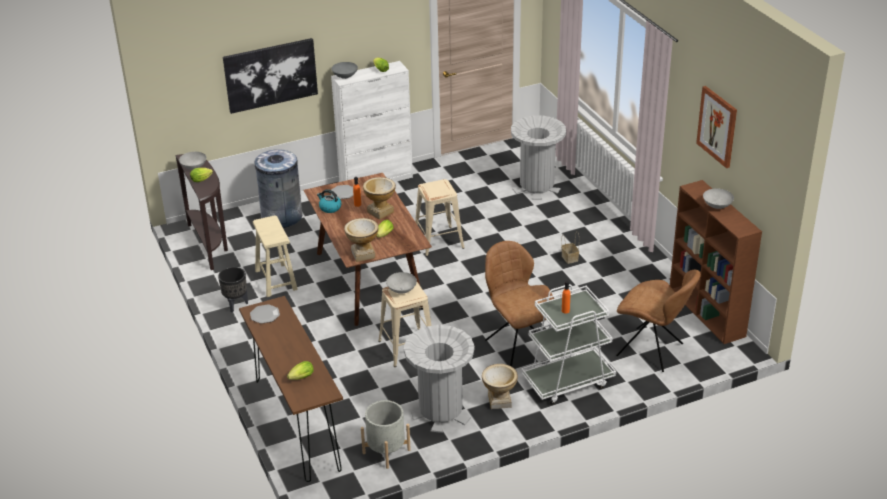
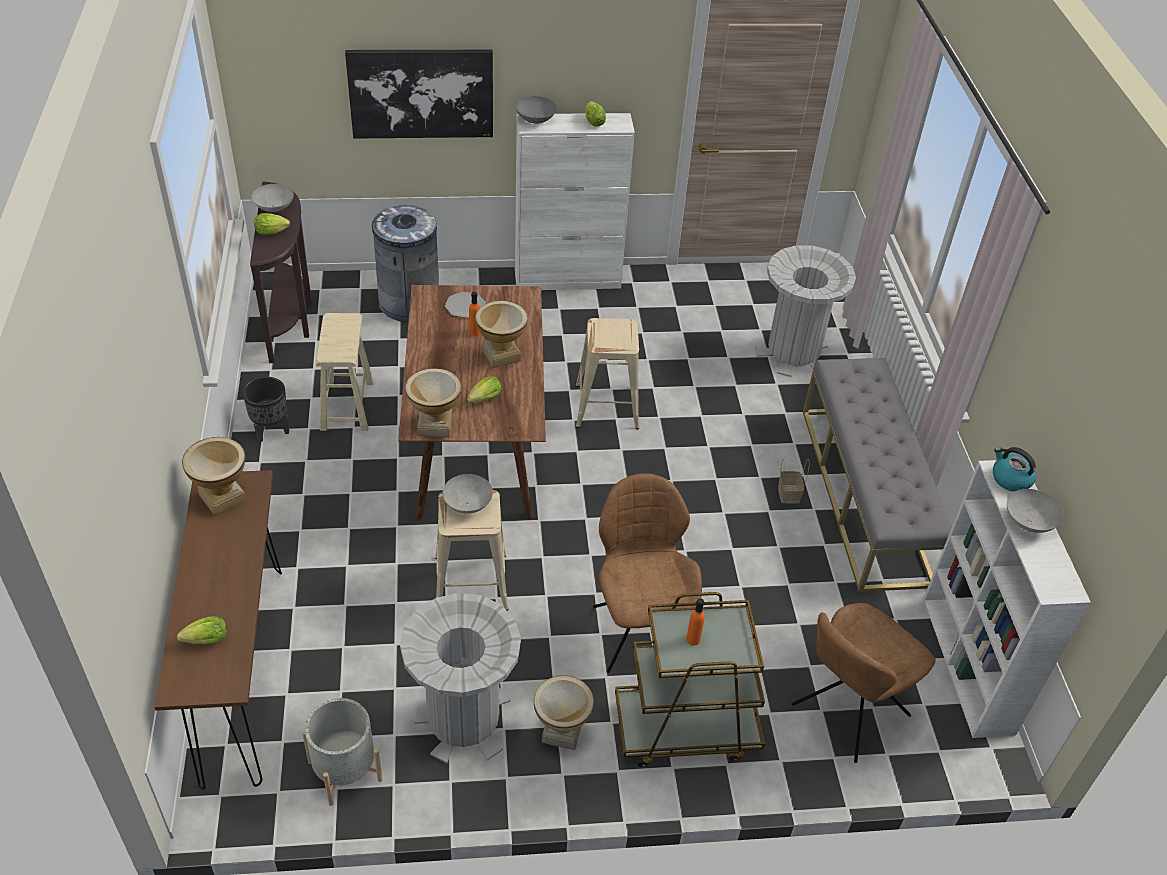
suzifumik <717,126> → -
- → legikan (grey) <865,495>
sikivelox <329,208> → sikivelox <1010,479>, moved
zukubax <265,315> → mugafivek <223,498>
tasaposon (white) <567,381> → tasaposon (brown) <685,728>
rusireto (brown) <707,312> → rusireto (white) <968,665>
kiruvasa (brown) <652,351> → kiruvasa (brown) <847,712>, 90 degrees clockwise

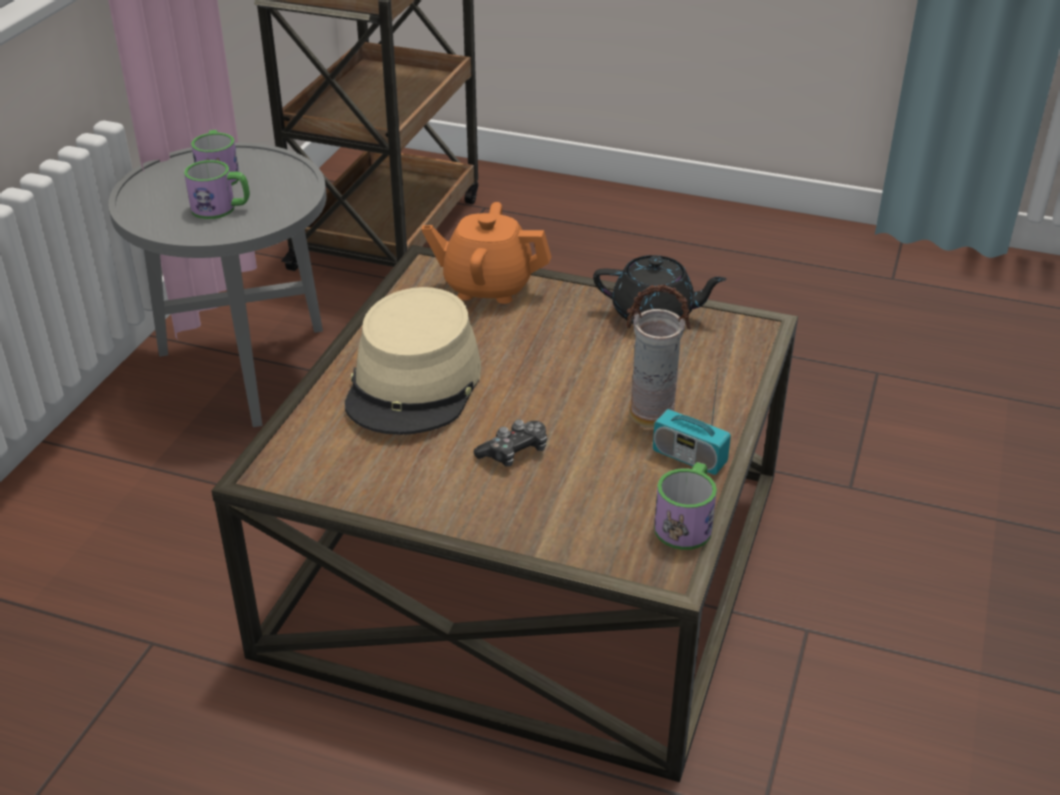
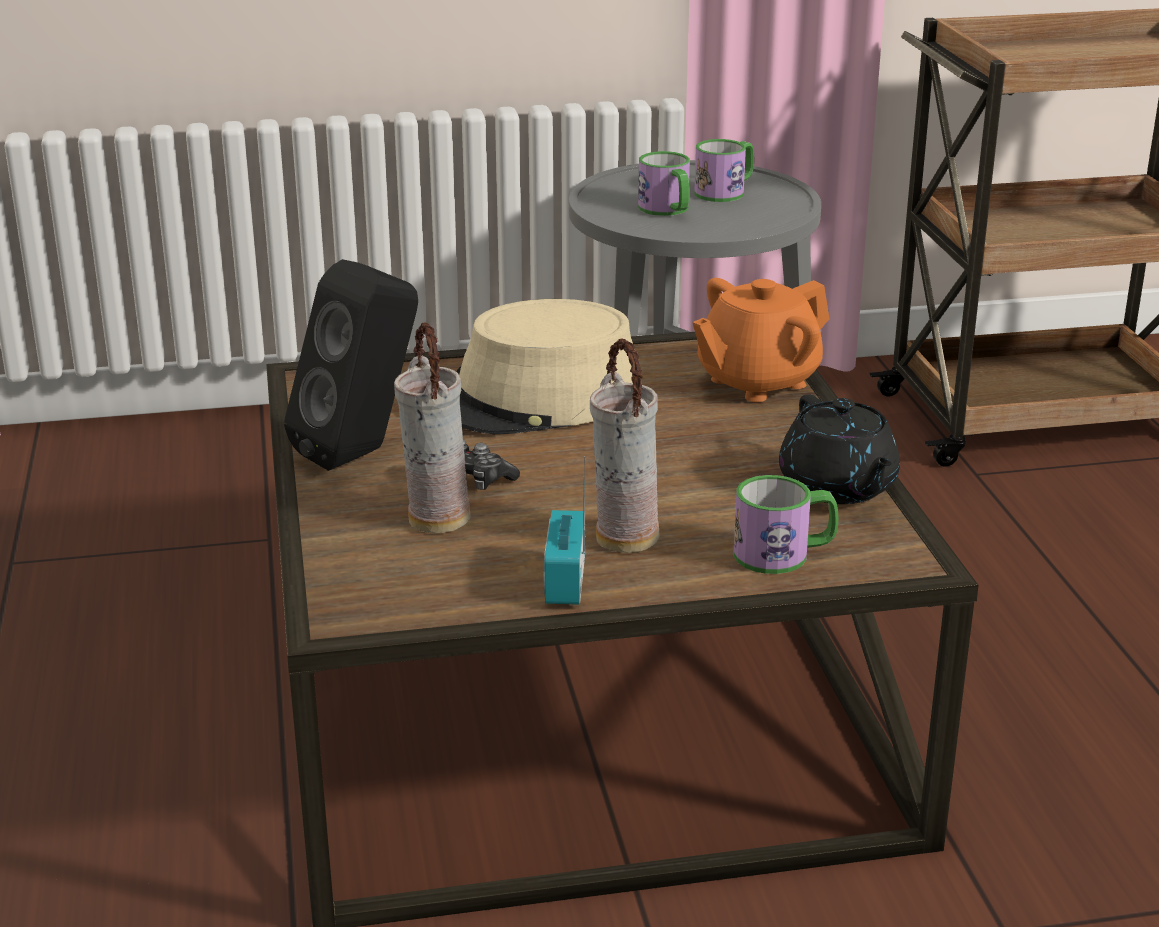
- → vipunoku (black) <363,453>
- → mugafivek <436,520>
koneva <686,522> → koneva <784,554>, moved
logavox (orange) <487,286> → logavox (orange) <757,382>, 105 degrees counterclockwise

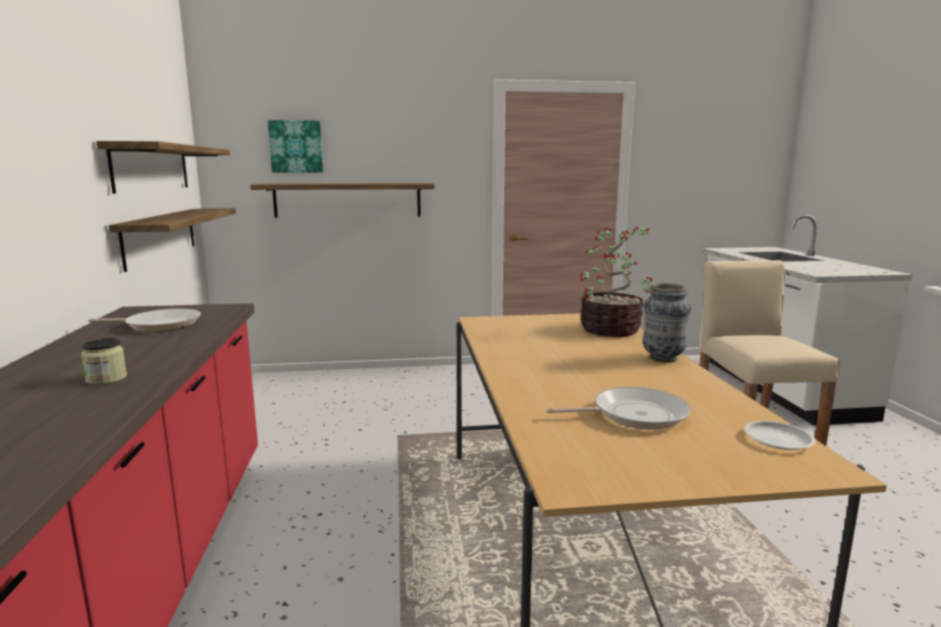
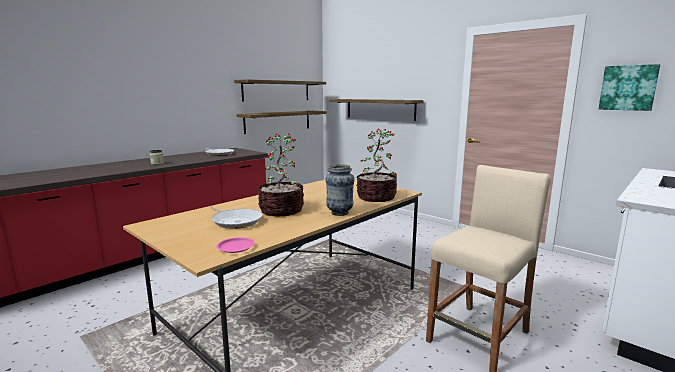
- → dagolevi <282,211>
suzifumik <296,146> → suzifumik <628,88>, moved
zukubax (white) <778,439> → zukubax (pink) <236,247>

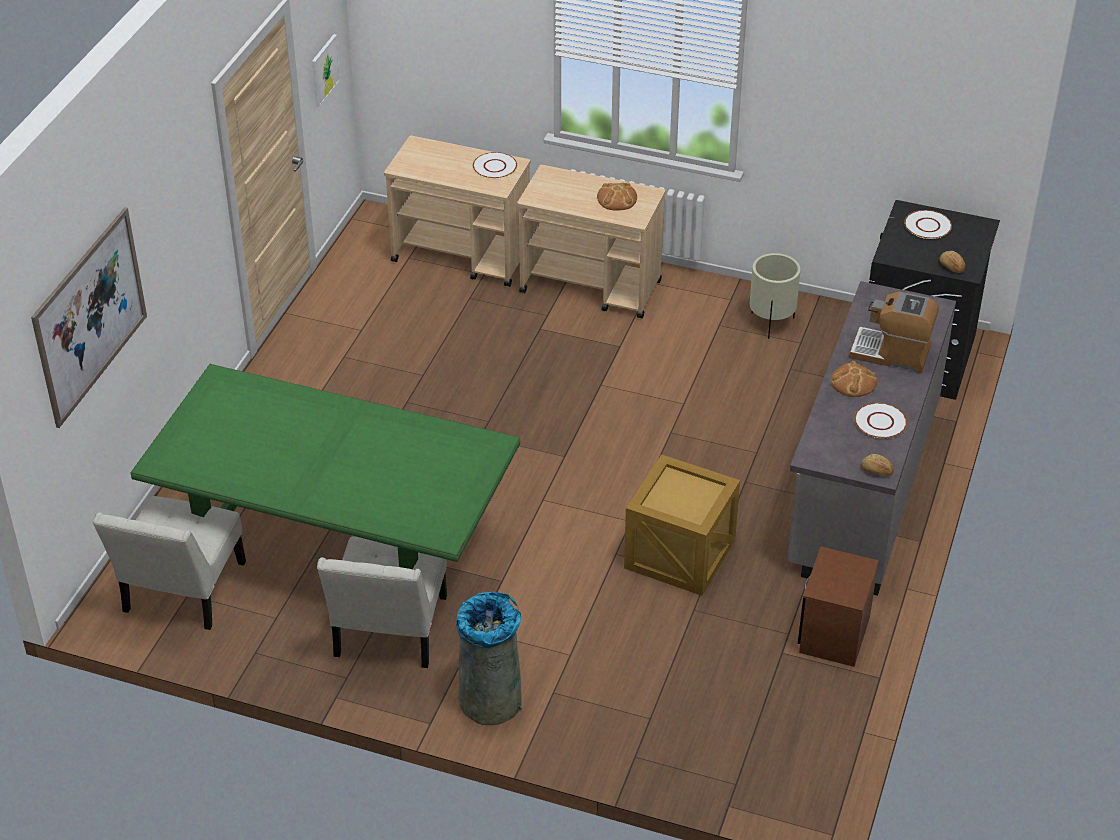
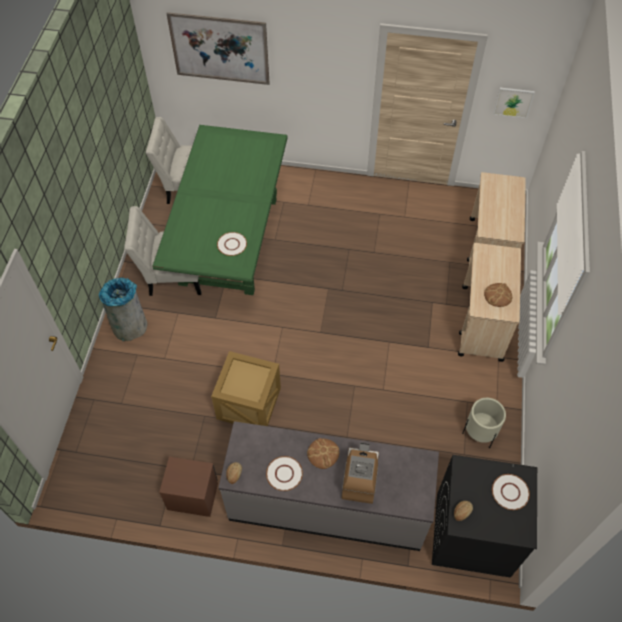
zukubax (white) <494,166> → zukubax (white) <232,244>, moved

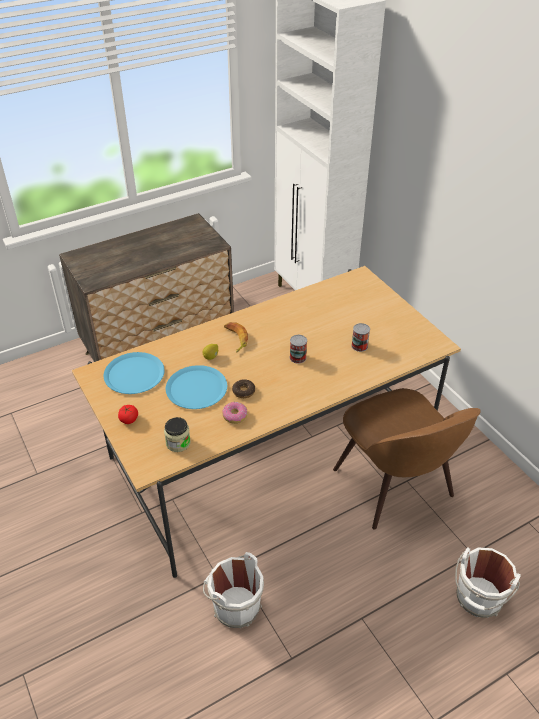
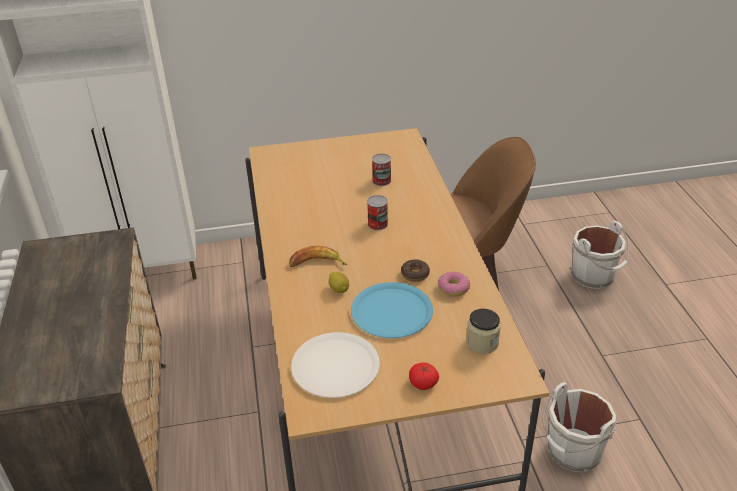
zukubax (blue) <134,374> → zukubax (white) <335,366>

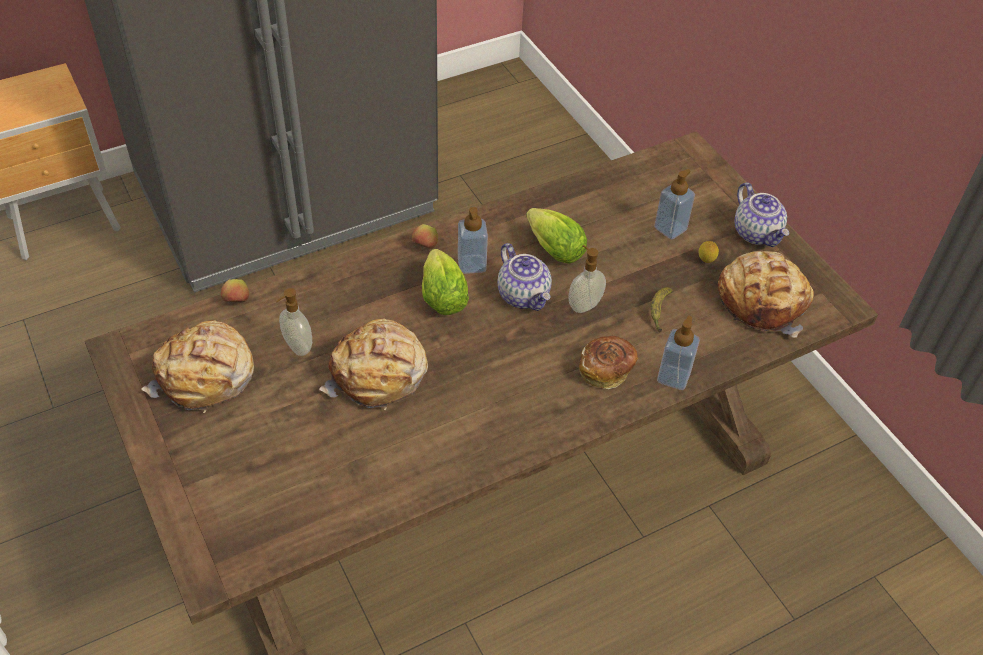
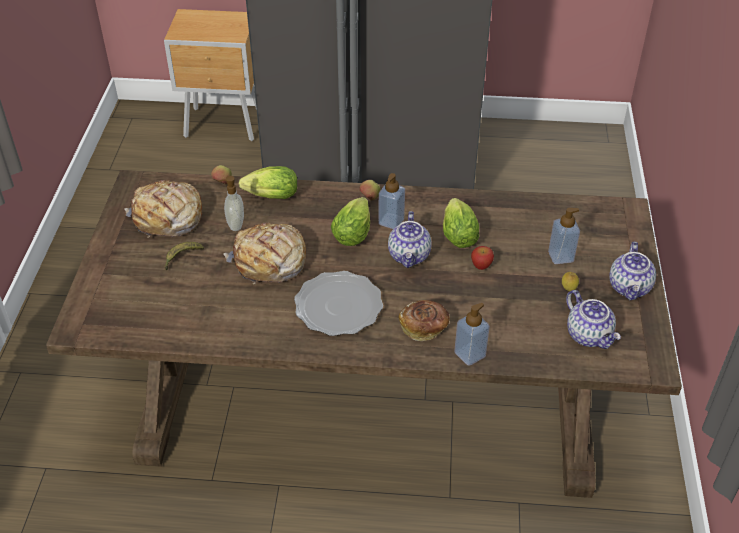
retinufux <584,305> → -
- → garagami <269,197>
- → zukubax <338,307>
- → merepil <481,265>
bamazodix <658,311> → bamazodix <182,257>, moved
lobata <762,301> → logavox <589,335>

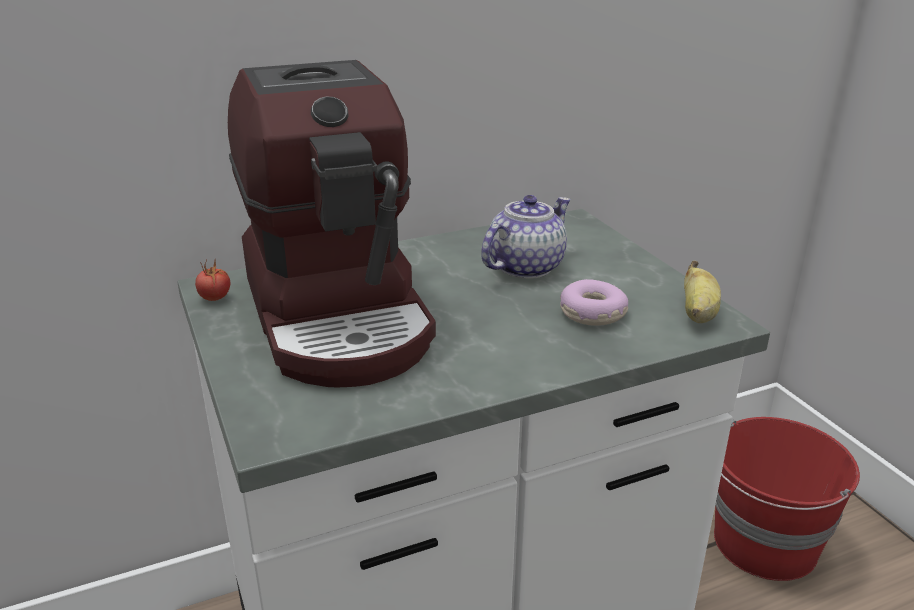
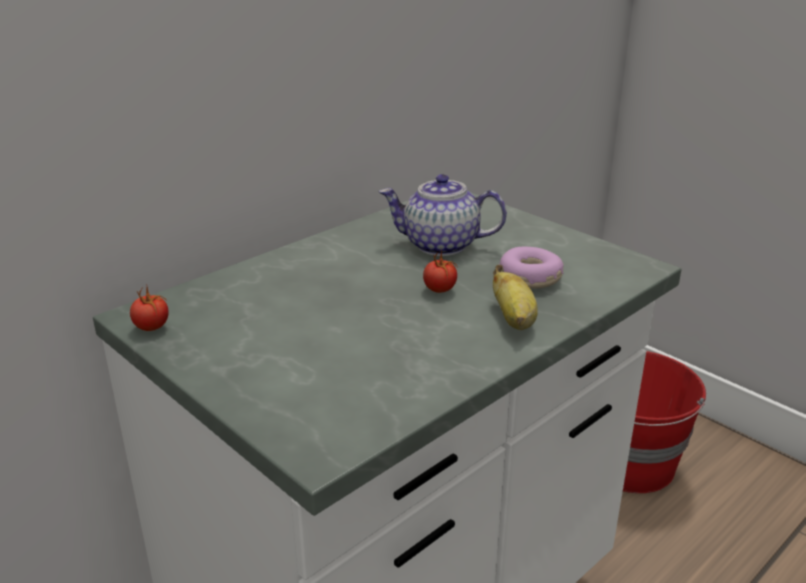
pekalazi <340,315> → -
- → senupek <440,290>
bamazodix <698,314> → bamazodix <514,319>, moved
logavox <525,266> → logavox <440,245>, 105 degrees counterclockwise

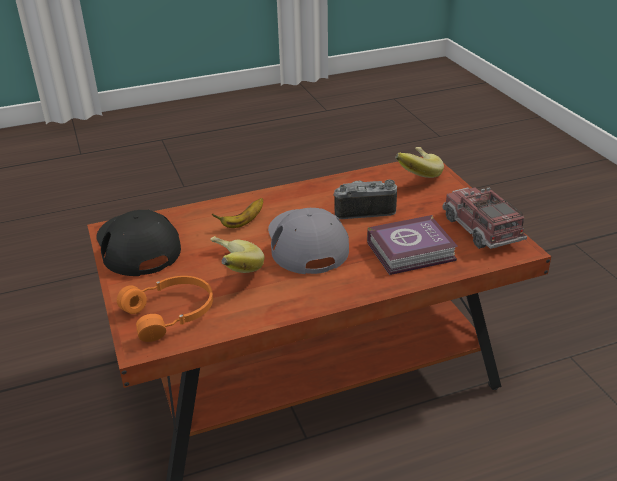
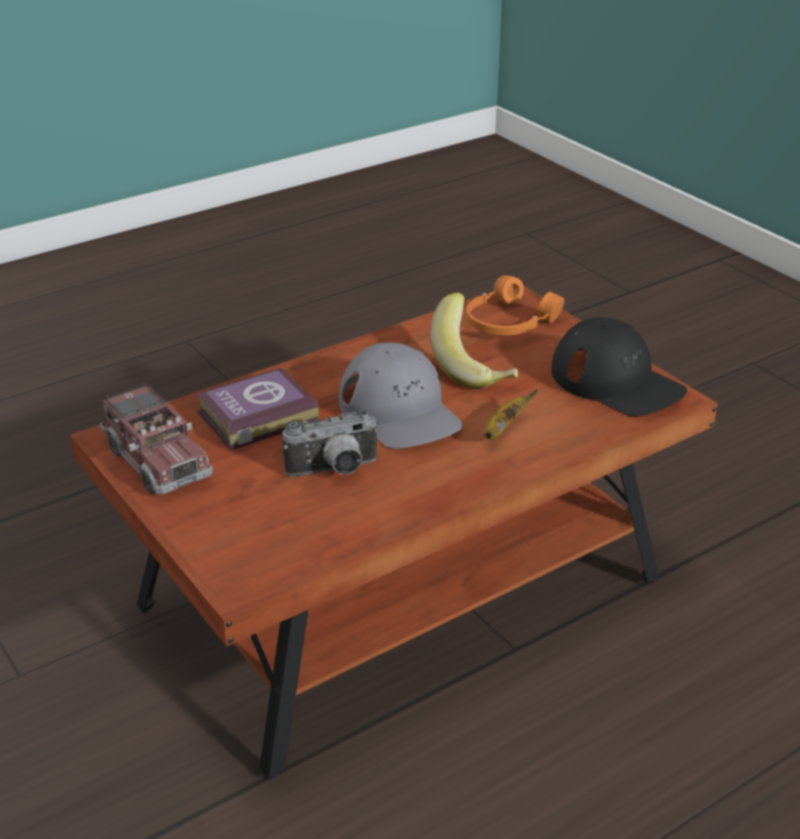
bamazodix <414,175> → -

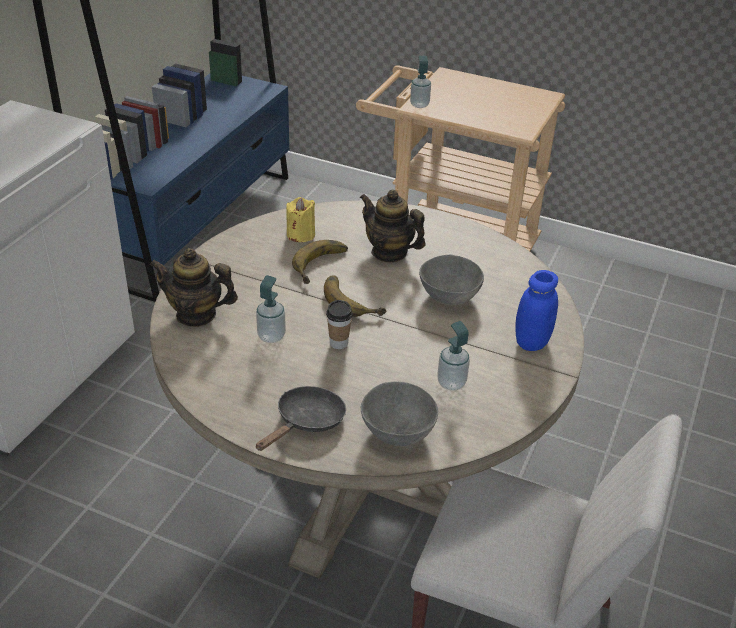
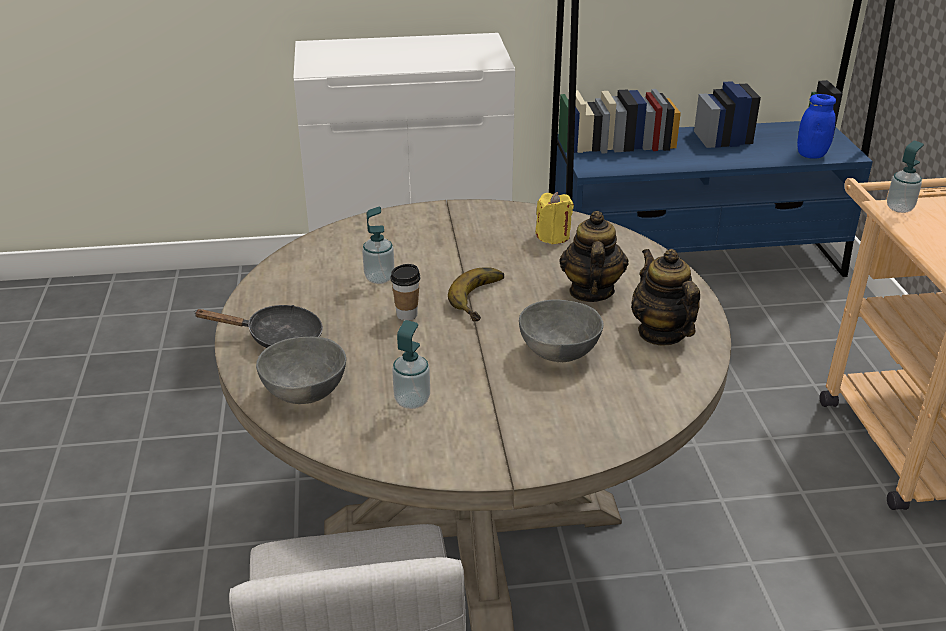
bamazodix <323,266> → -
logavox <196,314> → logavox <661,333>, moved
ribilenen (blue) <531,342> → ribilenen (blue) <811,154>, moved

